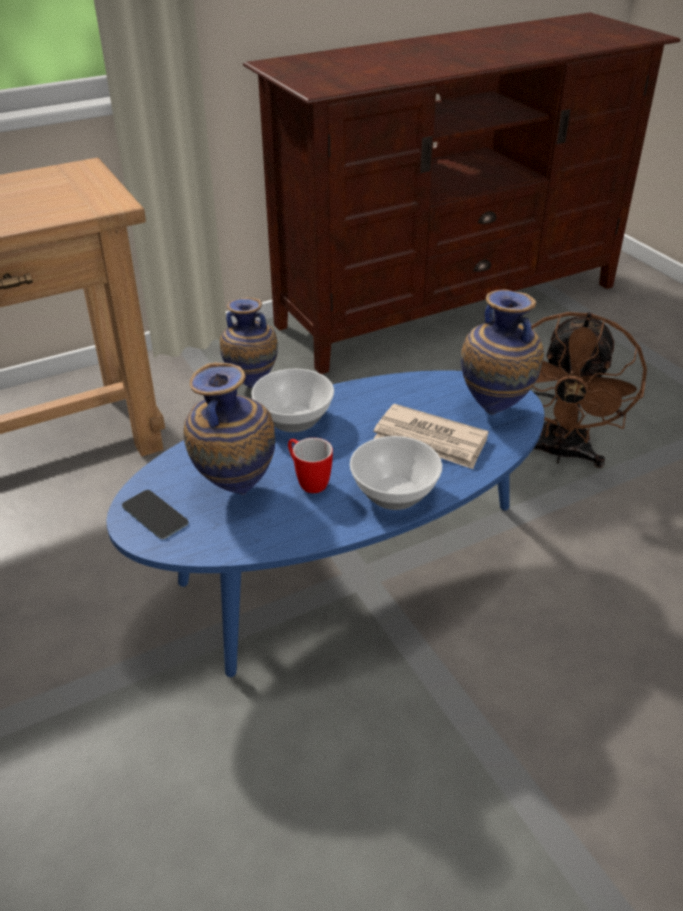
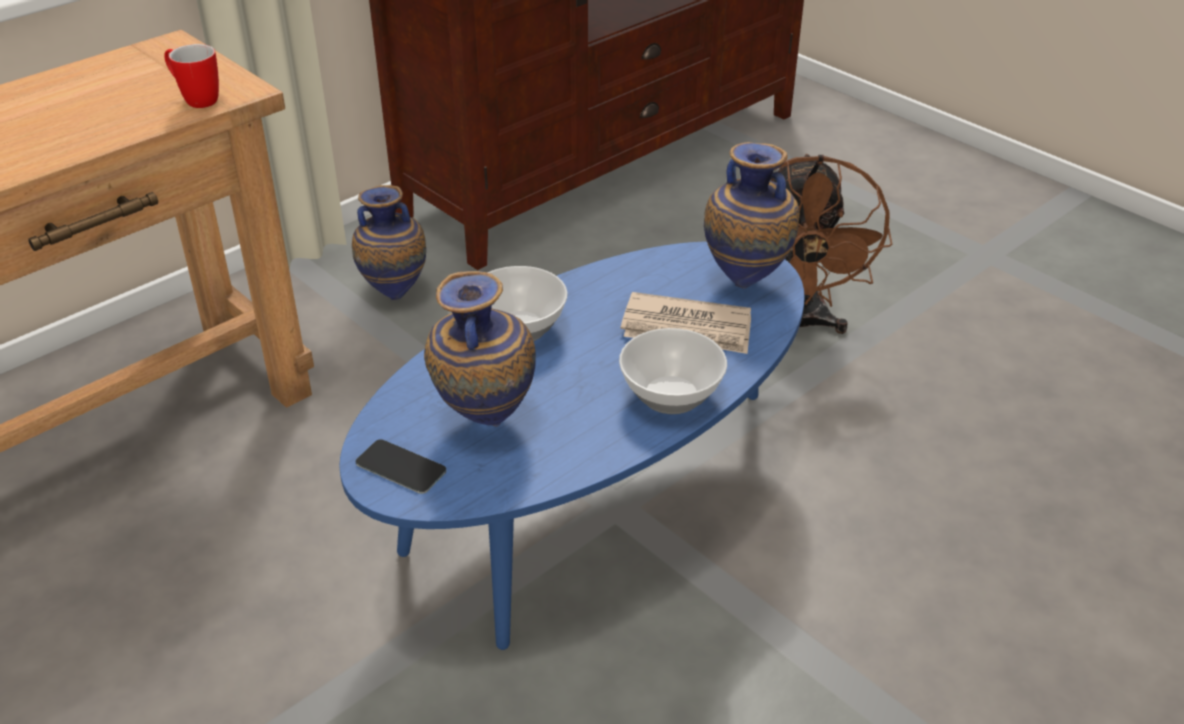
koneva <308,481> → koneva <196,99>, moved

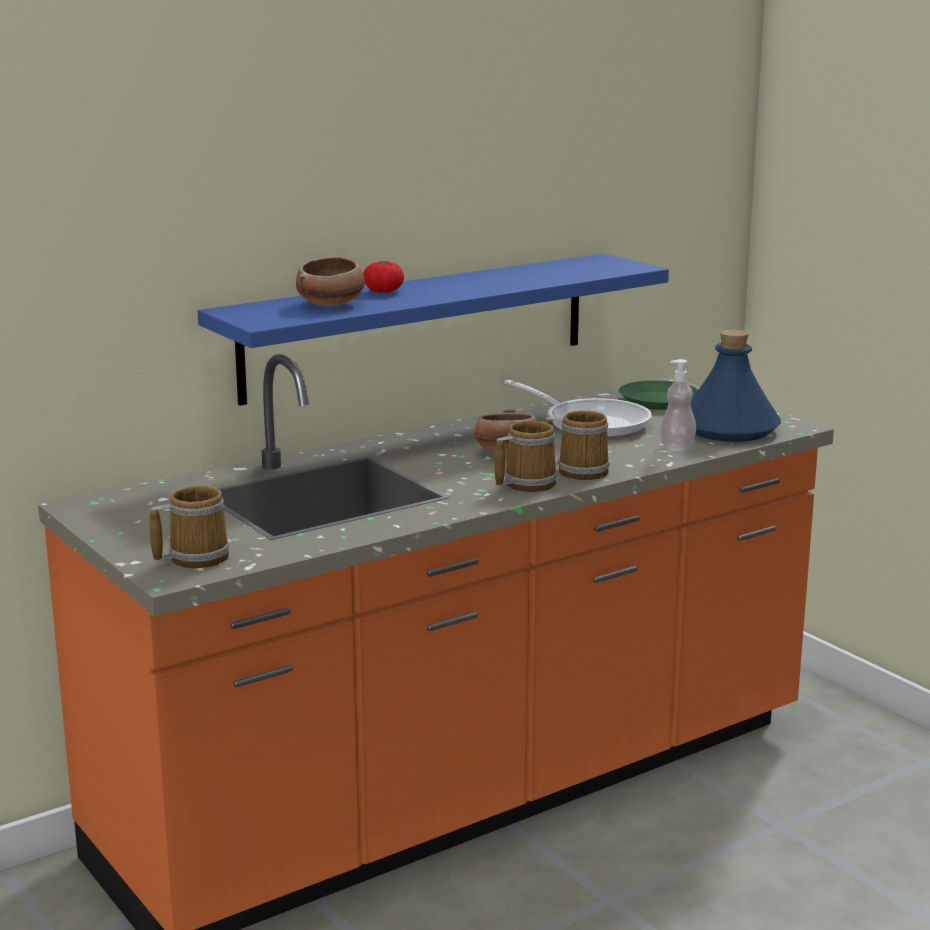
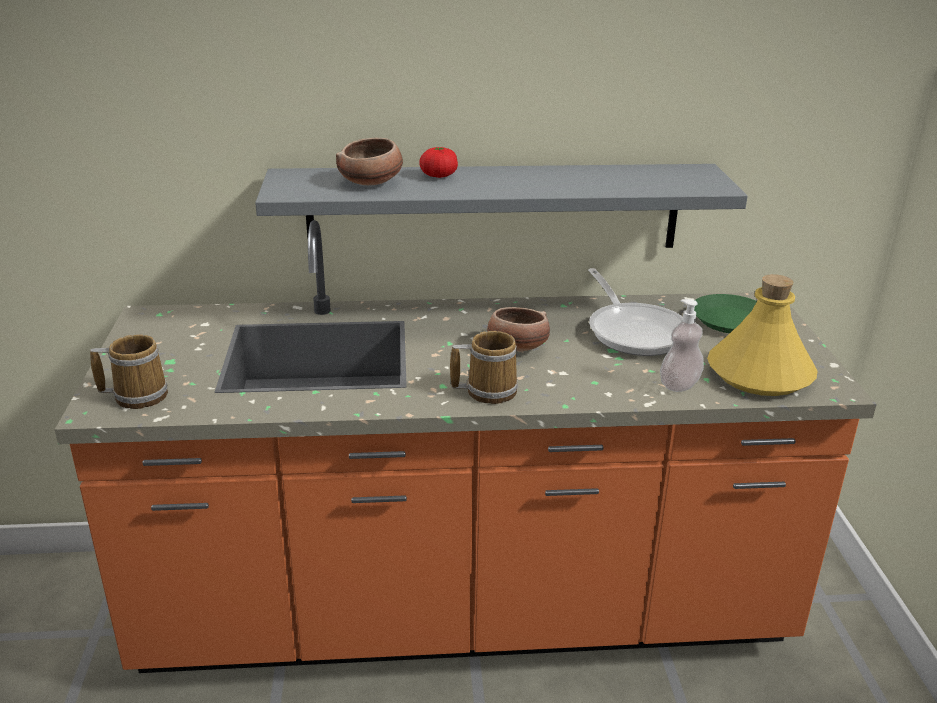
koneva <579,471> → -
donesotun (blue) <418,326> → donesotun (grey) <494,208>
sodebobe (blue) <727,429> → sodebobe (yellow) <759,374>

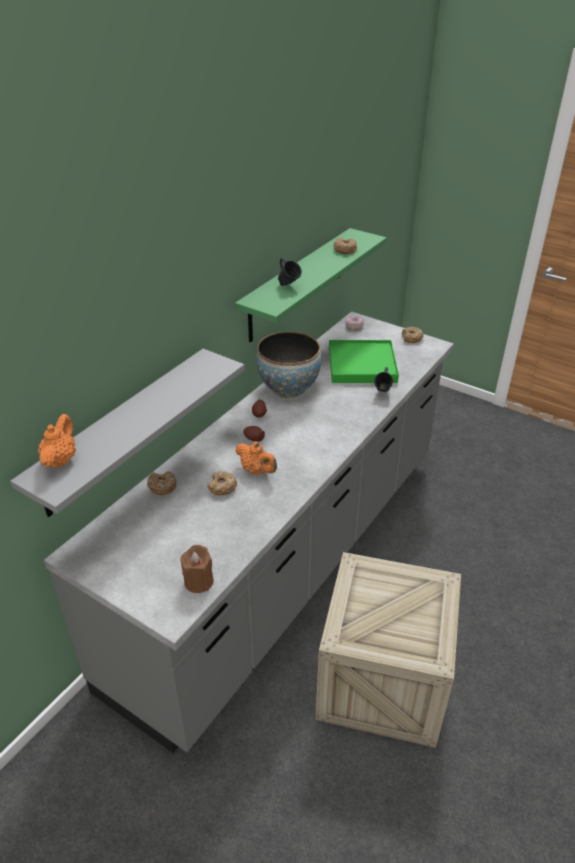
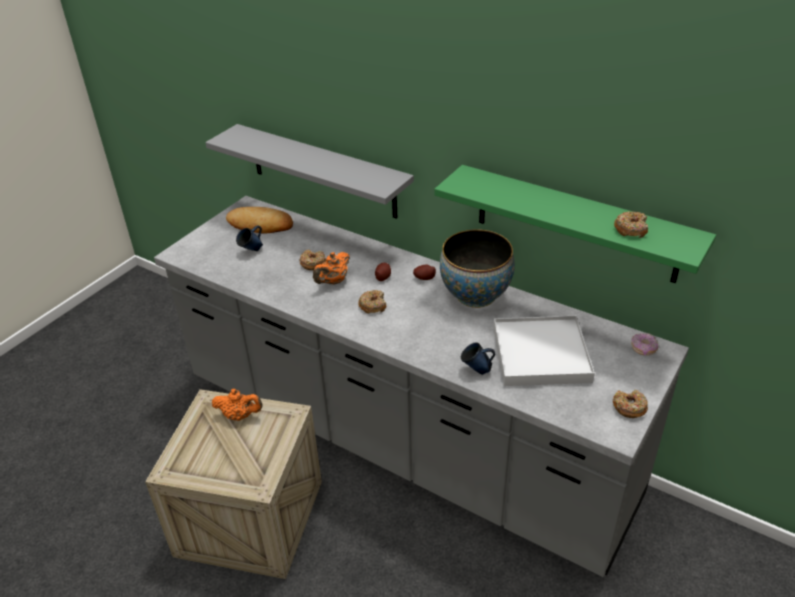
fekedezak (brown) <198,581> → -
- → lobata <260,225>
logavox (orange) <60,460> → logavox (orange) <240,415>, moved
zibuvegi <162,486> → zibuvegi <373,305>, moved
koneva (blue) <288,286> → koneva (blue) <252,251>, moved
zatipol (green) <361,365> → zatipol (white) <540,354>

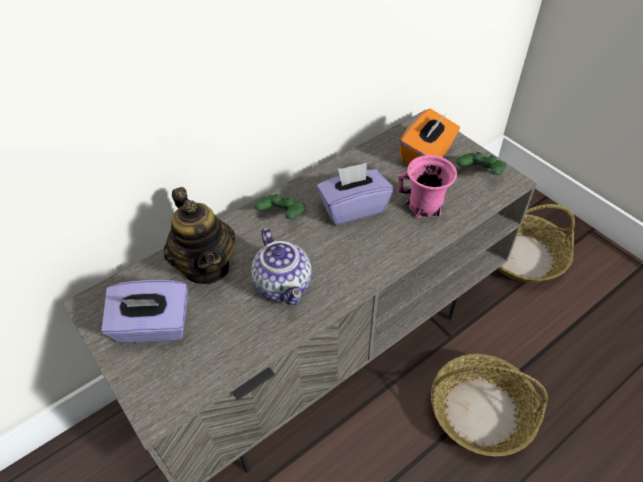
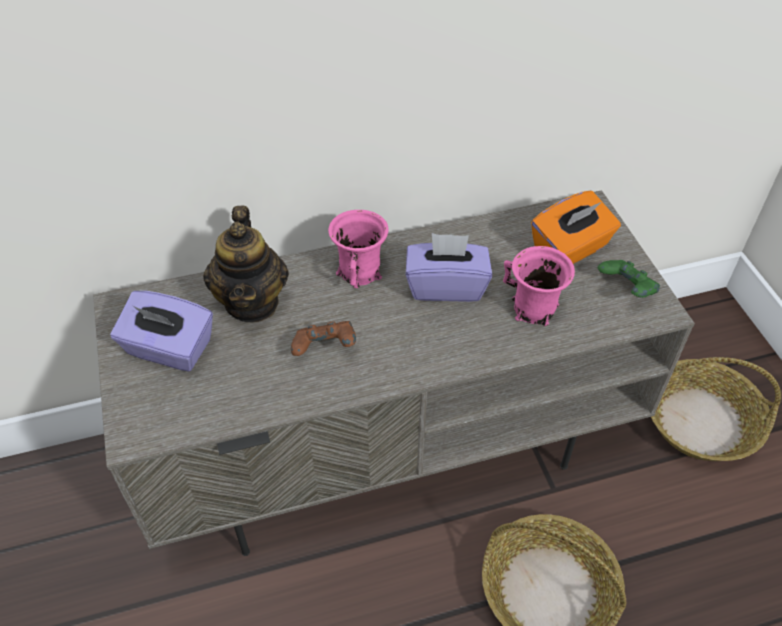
logavox <285,285> → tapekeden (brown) <325,349>
tapekeden (green) <282,216> → koneva (pink) <360,271>

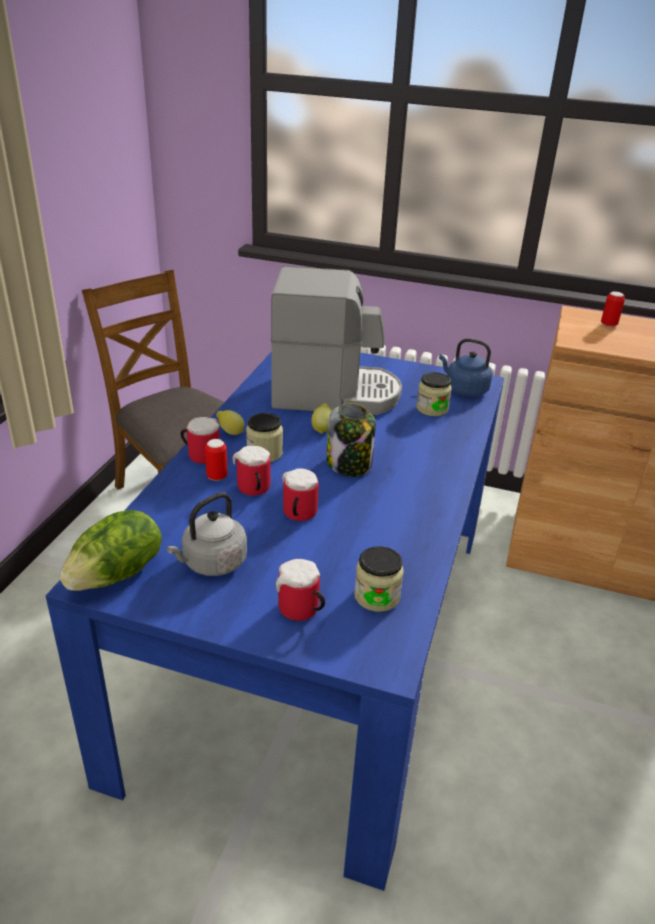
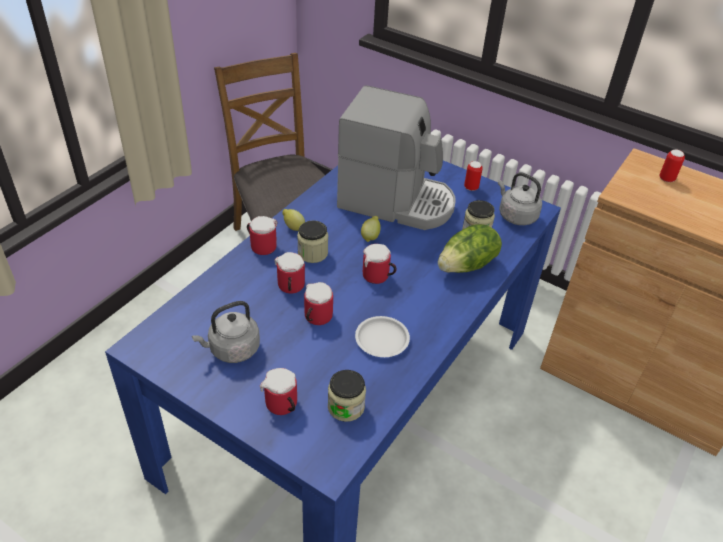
- → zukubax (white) <382,340>
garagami <117,574> → garagami <467,265>, moved
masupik <217,477> → masupik <471,187>, moved
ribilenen <349,464> → koneva <378,277>
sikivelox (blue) <464,390> → sikivelox (grey) <515,215>

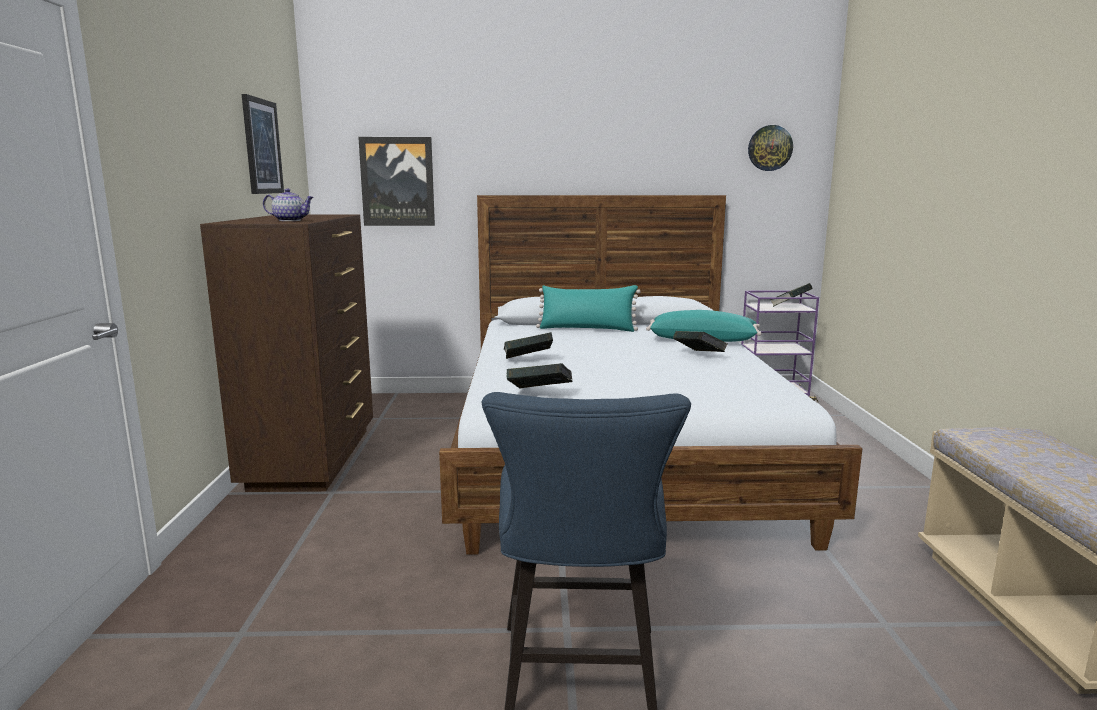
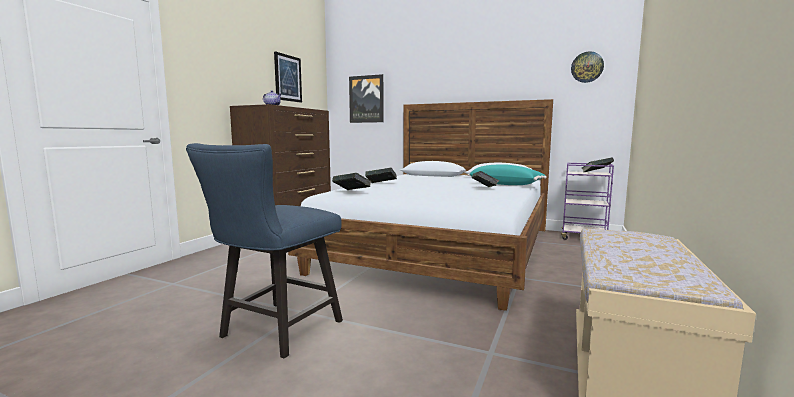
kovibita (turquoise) <587,329> → -

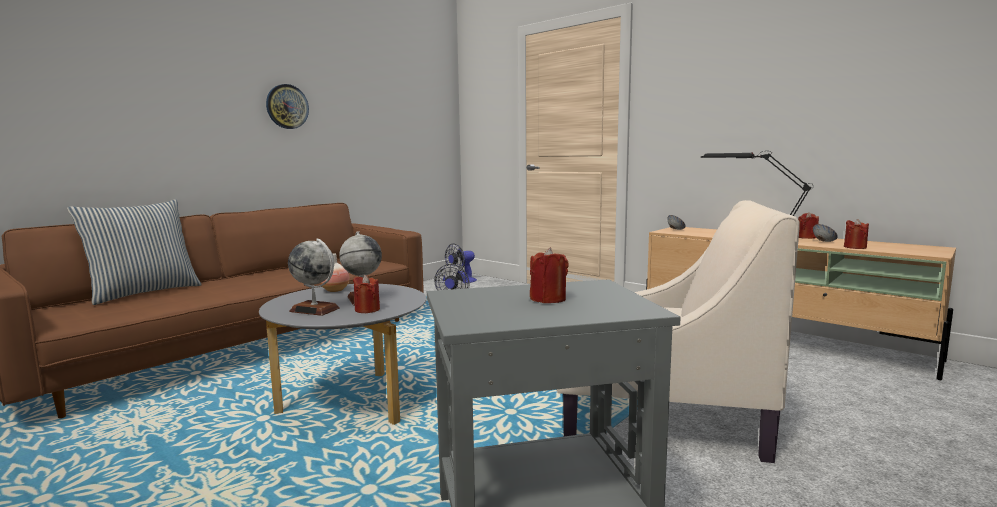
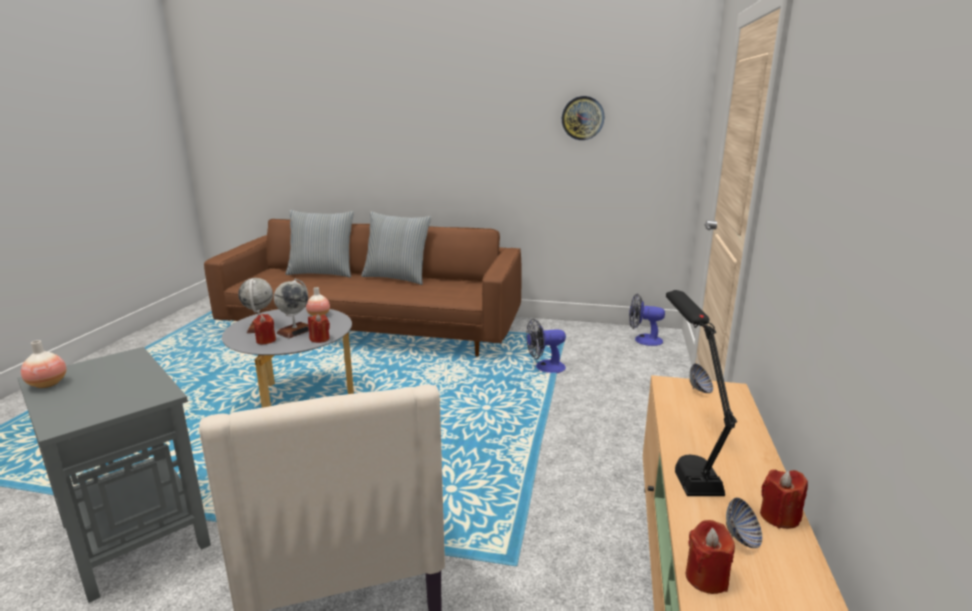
- → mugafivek <48,384>
- → kovibita <397,278>
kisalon <287,106> → kisalon <583,118>, moved
fekedezak (red) <548,299> → fekedezak (red) <320,339>, moved

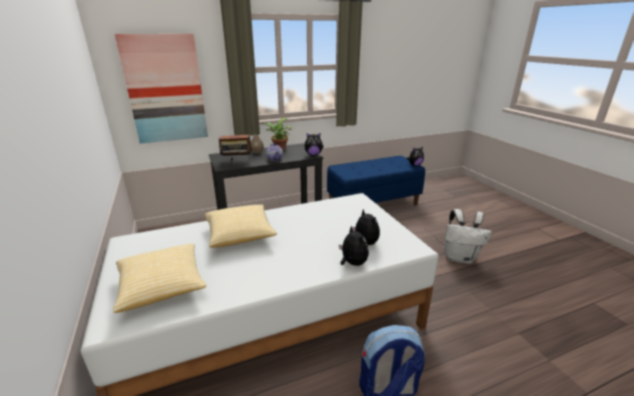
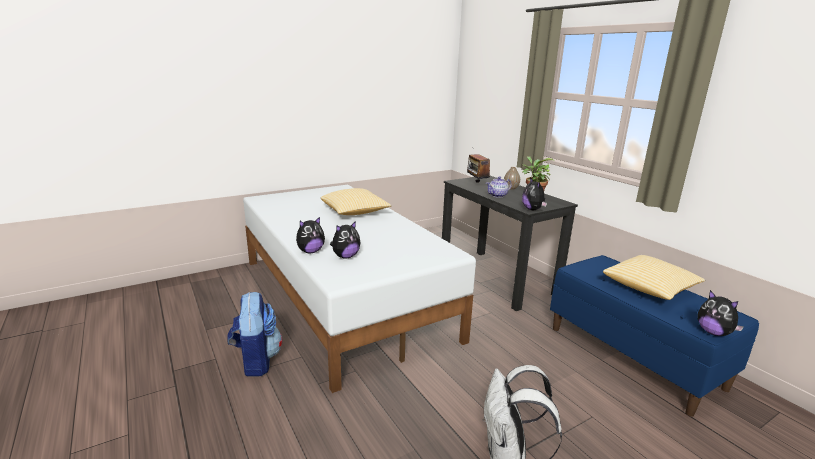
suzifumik <165,89> → -
kovibita <162,286> → kovibita <649,288>, moved

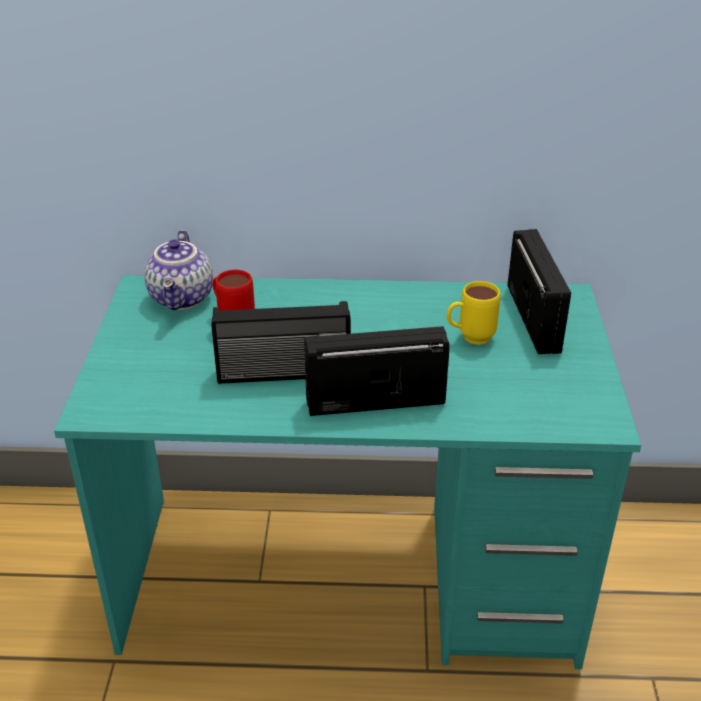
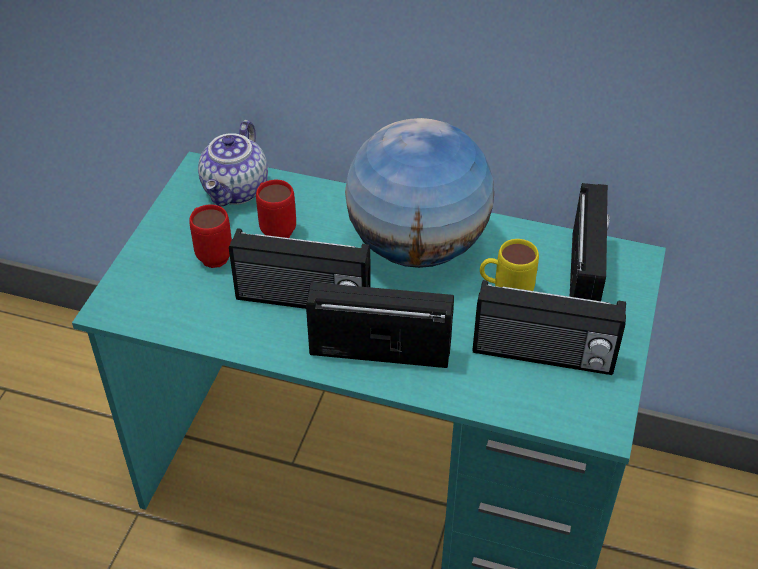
- → koneva (red) <211,254>
- → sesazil <417,247>
- → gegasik <542,356>

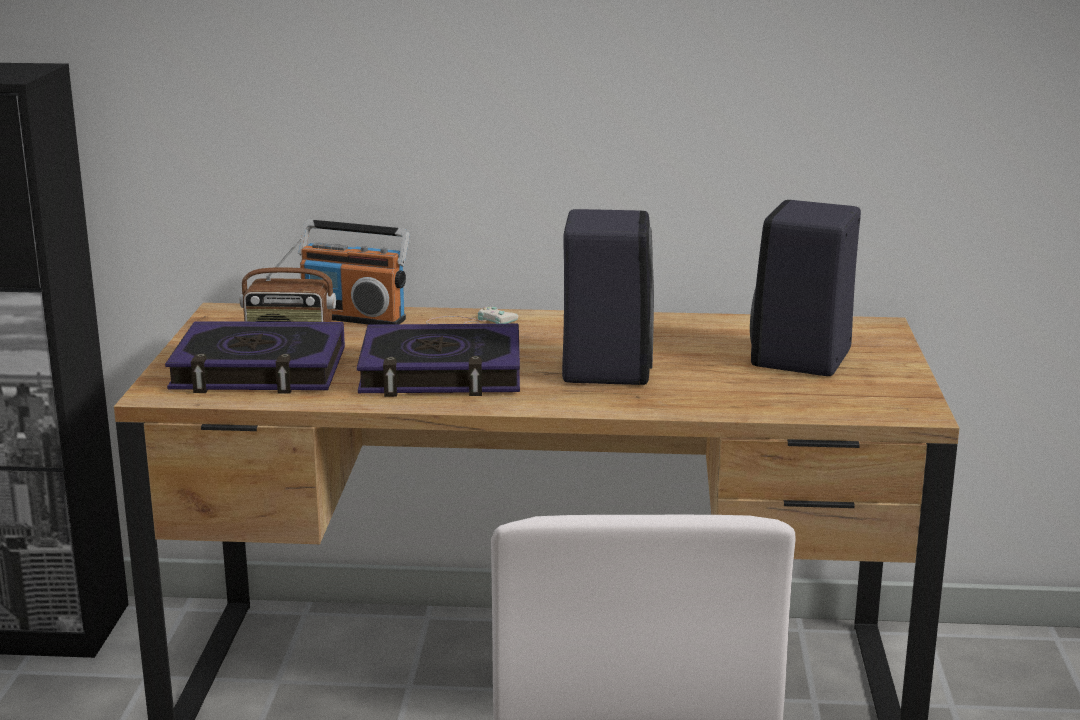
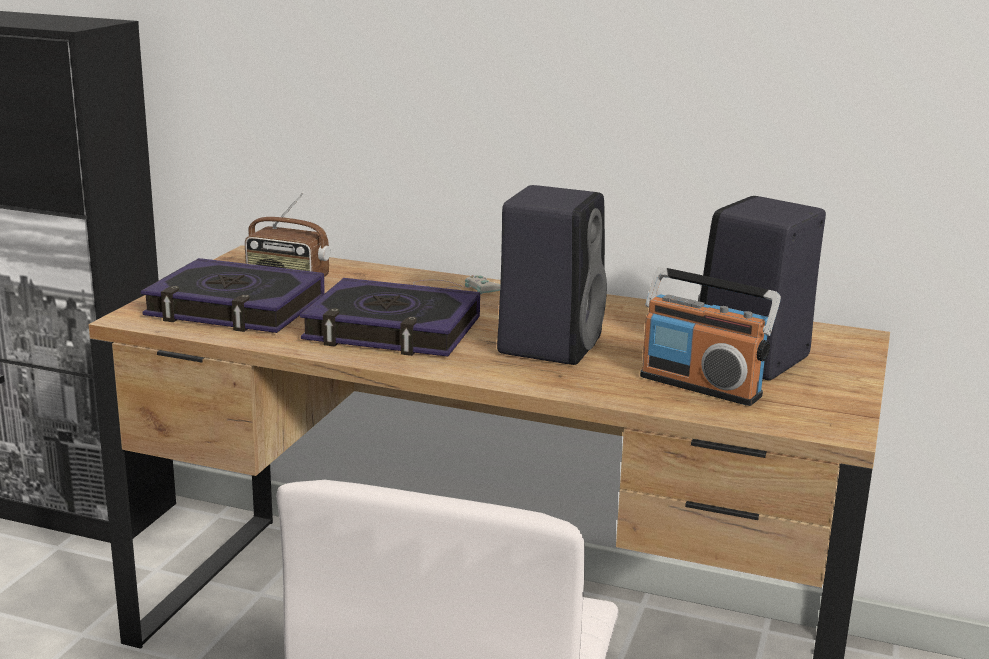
gegasik <354,317> → gegasik <701,386>, moved

